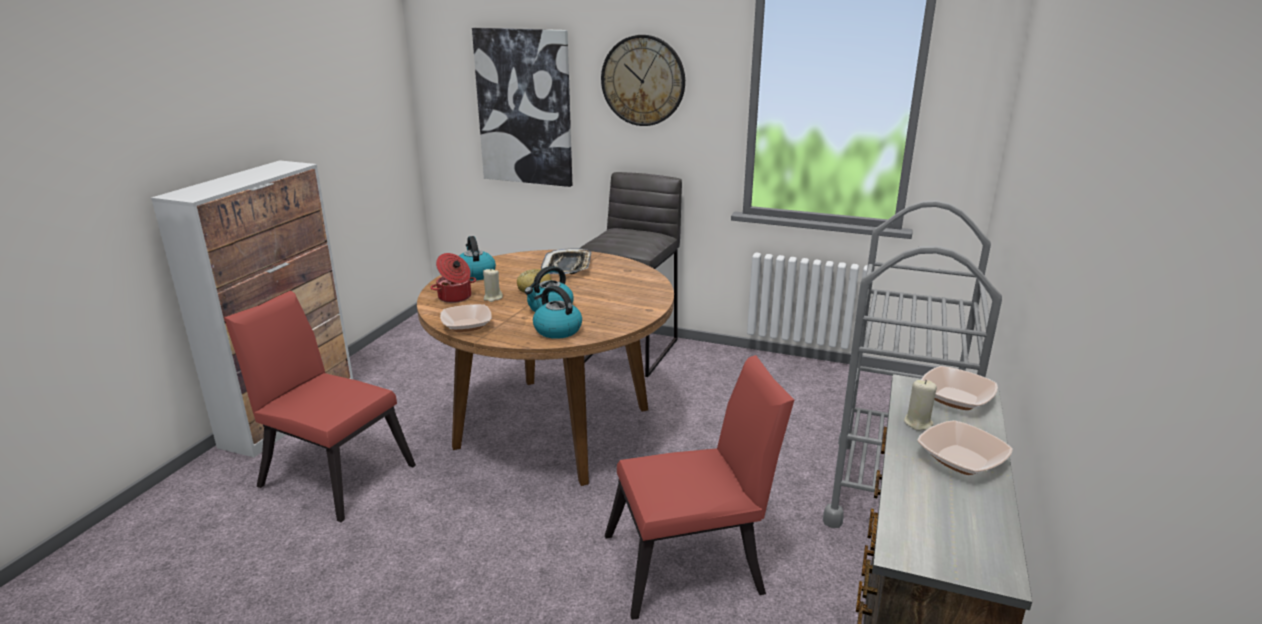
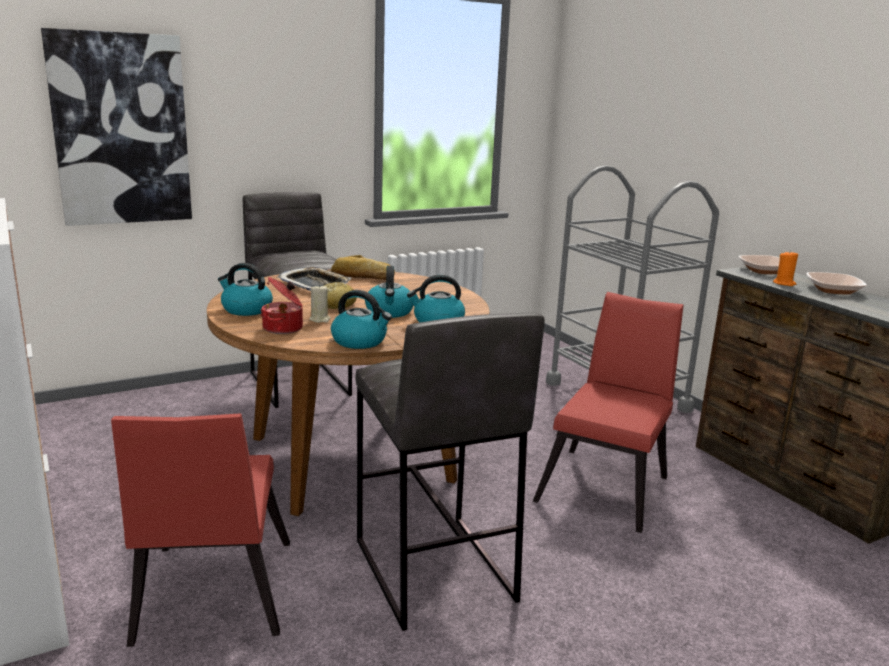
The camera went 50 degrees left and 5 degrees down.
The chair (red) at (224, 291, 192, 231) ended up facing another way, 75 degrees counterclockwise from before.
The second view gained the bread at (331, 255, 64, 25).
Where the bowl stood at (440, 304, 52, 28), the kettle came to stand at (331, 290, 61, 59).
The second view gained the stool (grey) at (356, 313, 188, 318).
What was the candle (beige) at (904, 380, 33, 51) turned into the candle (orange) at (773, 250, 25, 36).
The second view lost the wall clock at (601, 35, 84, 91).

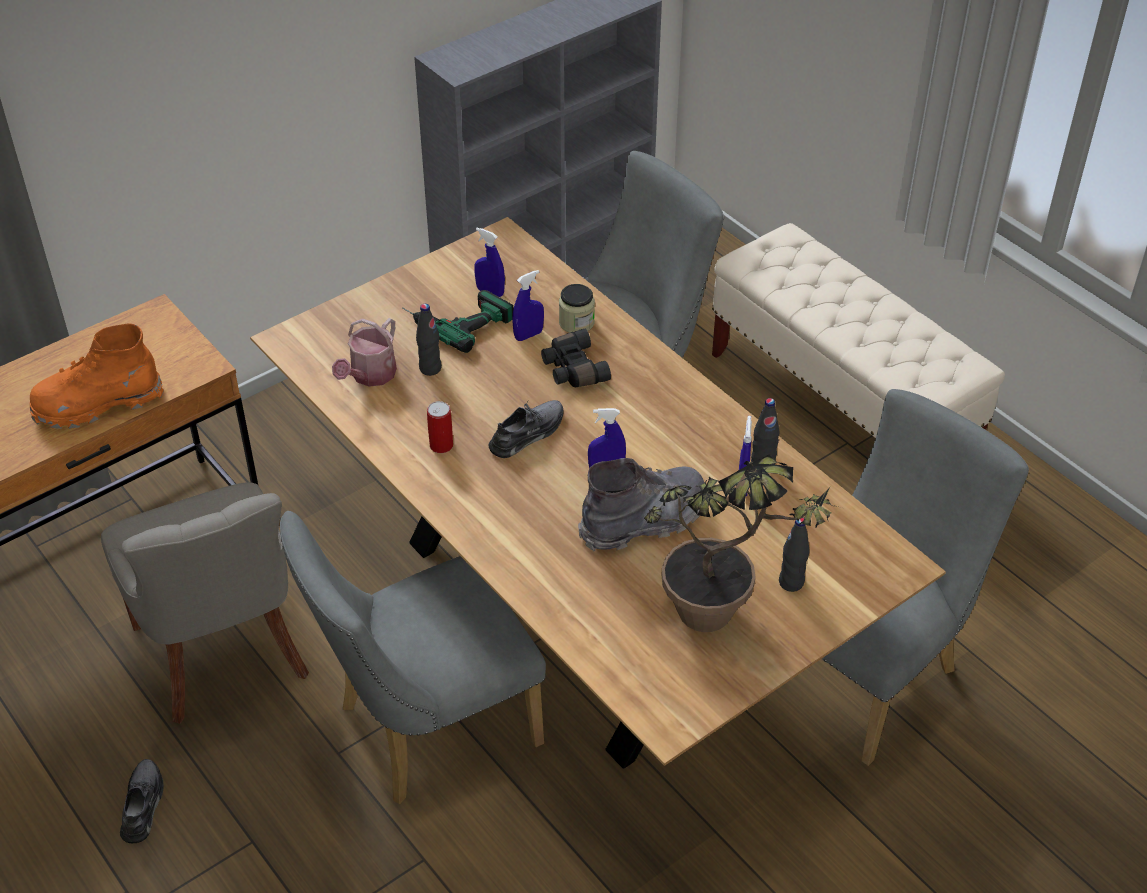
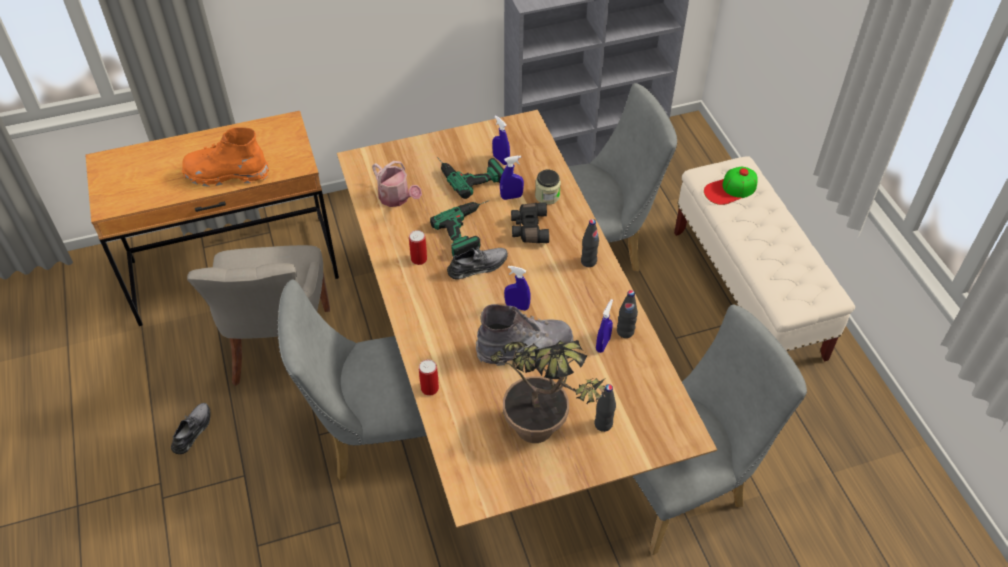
The camera went 20 degrees right and 5 degrees up.
The watering can at (332, 318, 65, 69) ended up facing another way, 90 degrees counterclockwise from before.
The second view gained the can at (419, 359, 20, 37).
The second view gained the power drill at (430, 201, 58, 55).
The bottle (black) ended up elsewhere, having gone from (416, 304, 26, 72) to (581, 219, 18, 48).
The second view gained the cap at (704, 167, 54, 38).

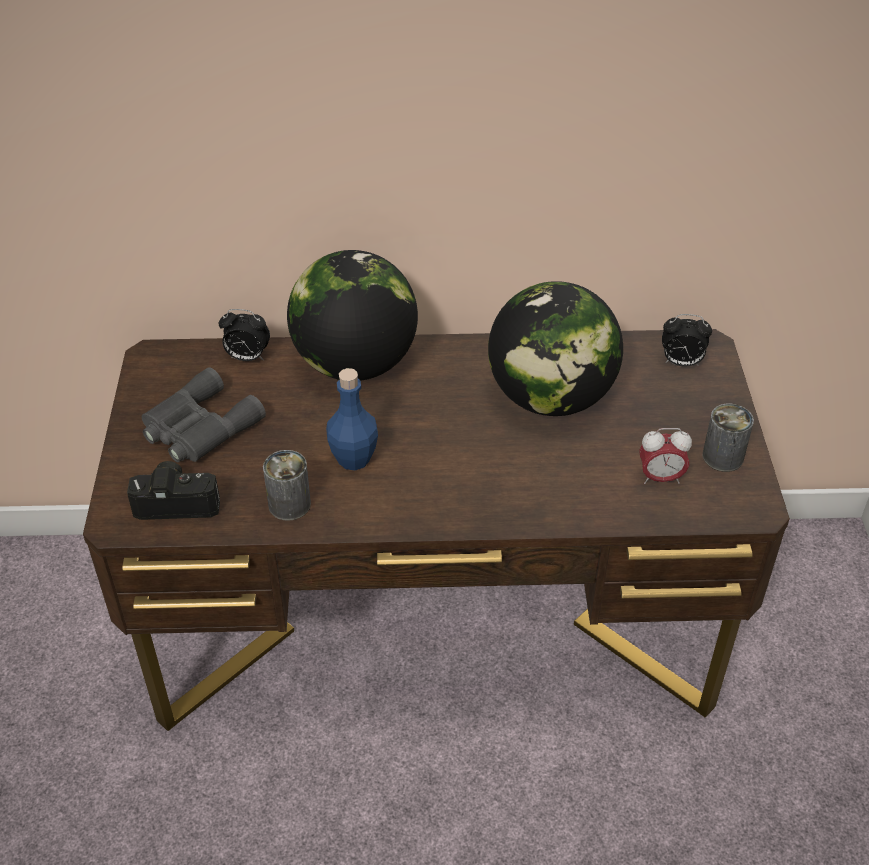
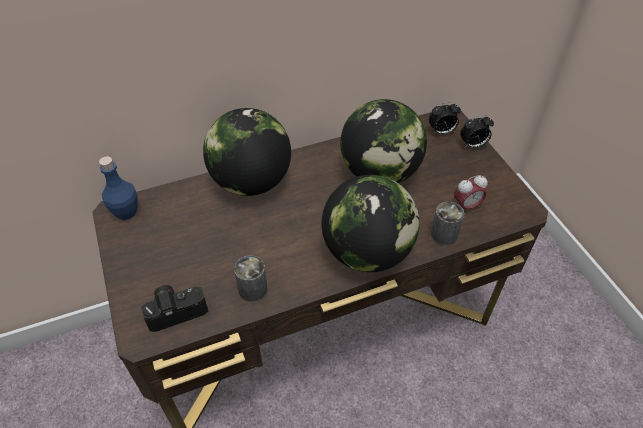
The camera went 20 degrees left and 5 degrees up.
The bottle (blue) ended up elsewhere, having gone from (326, 368, 52, 102) to (99, 156, 39, 64).
The second view gained the globe at (322, 175, 98, 97).
The can ended up elsewhere, having gone from (702, 404, 52, 68) to (431, 202, 33, 44).
The alarm clock ended up elsewhere, having gone from (219, 309, 51, 52) to (460, 115, 34, 33).
The second view lost the binoculars (grey) at (142, 367, 124, 95).

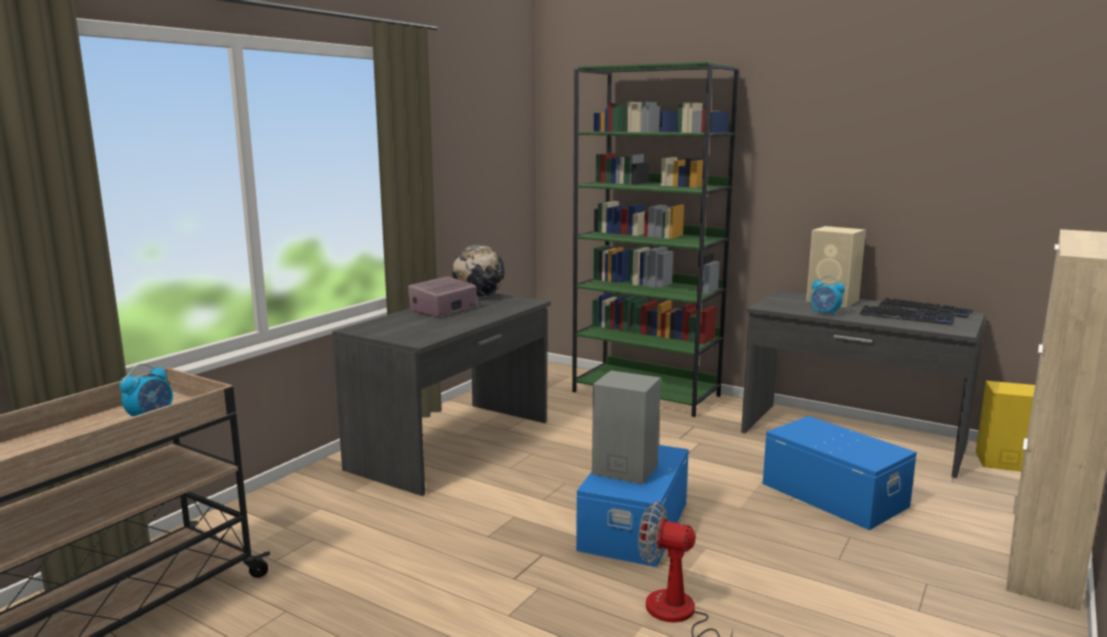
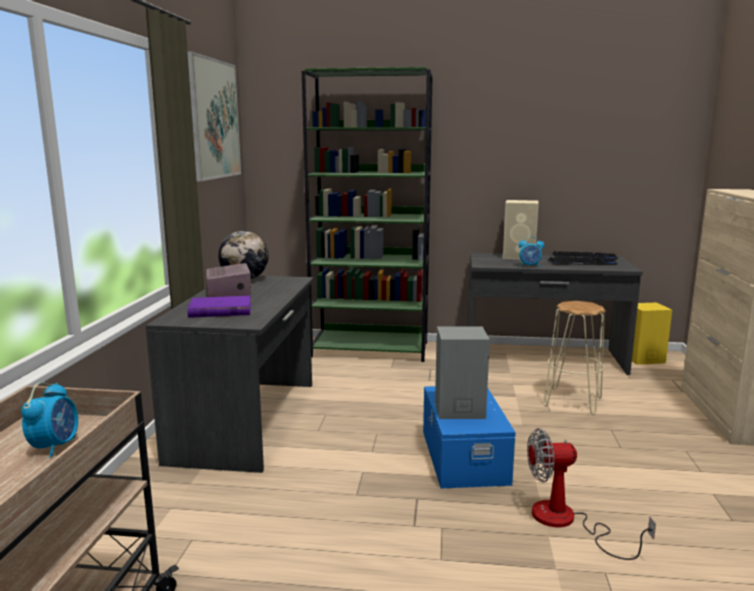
The camera went 25 degrees left and 0 degrees up.
The second view gained the picture at (187, 51, 54, 130).
The second view gained the book (purple) at (187, 296, 64, 22).
The radio at (408, 276, 69, 41) ended up facing another way, 150 degrees clockwise from before.
Where the storage box (blue) stood at (763, 416, 154, 114), the stool (beige) came to stand at (544, 301, 62, 114).

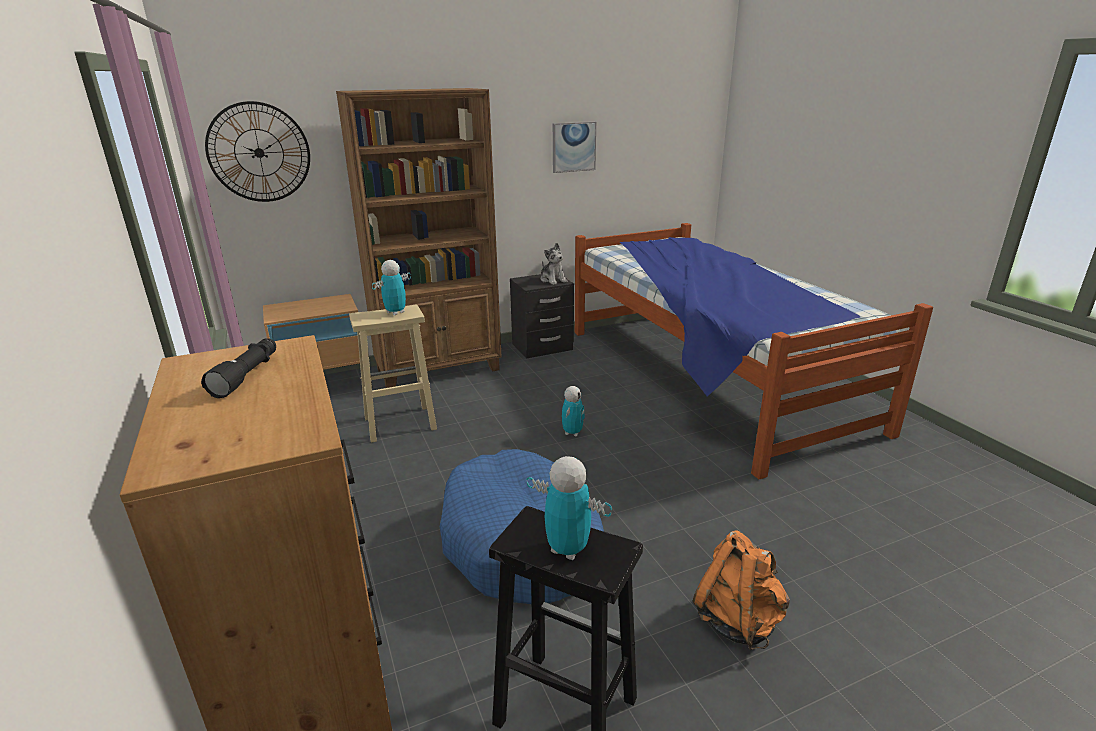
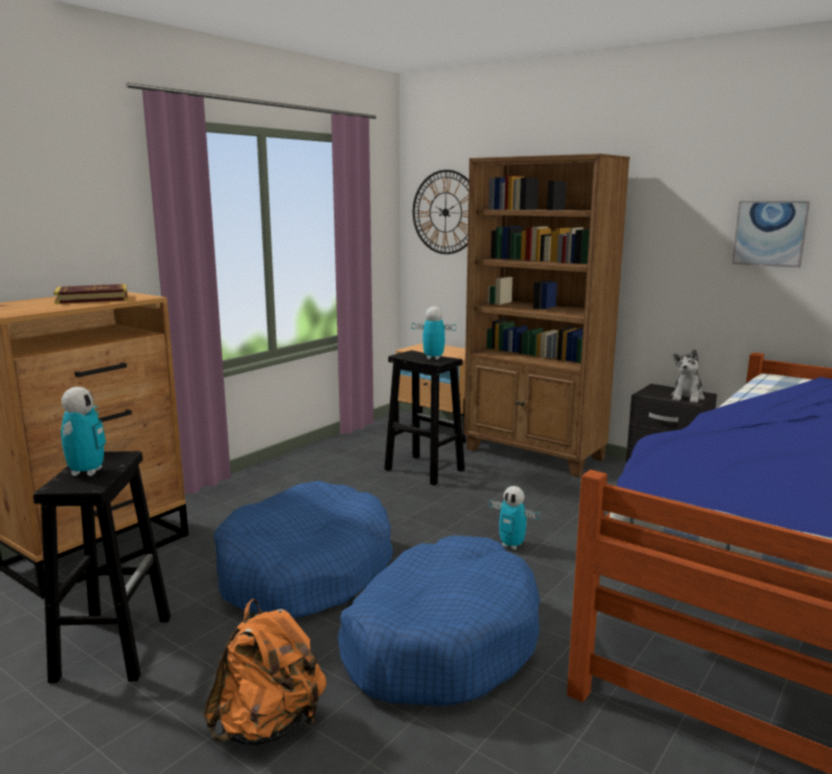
The camera went 60 degrees right and 10 degrees down.
Where the flashlight (black) stood at (201, 338, 75, 60), the book came to stand at (53, 284, 75, 20).
The second view gained the dog bed (blue) at (338, 536, 202, 170).
What was the stool (beige) at (349, 304, 88, 139) turned into the stool (black) at (384, 350, 81, 135).
The toy robot at (562, 386, 23, 50) ended up facing another way, 45 degrees clockwise from before.

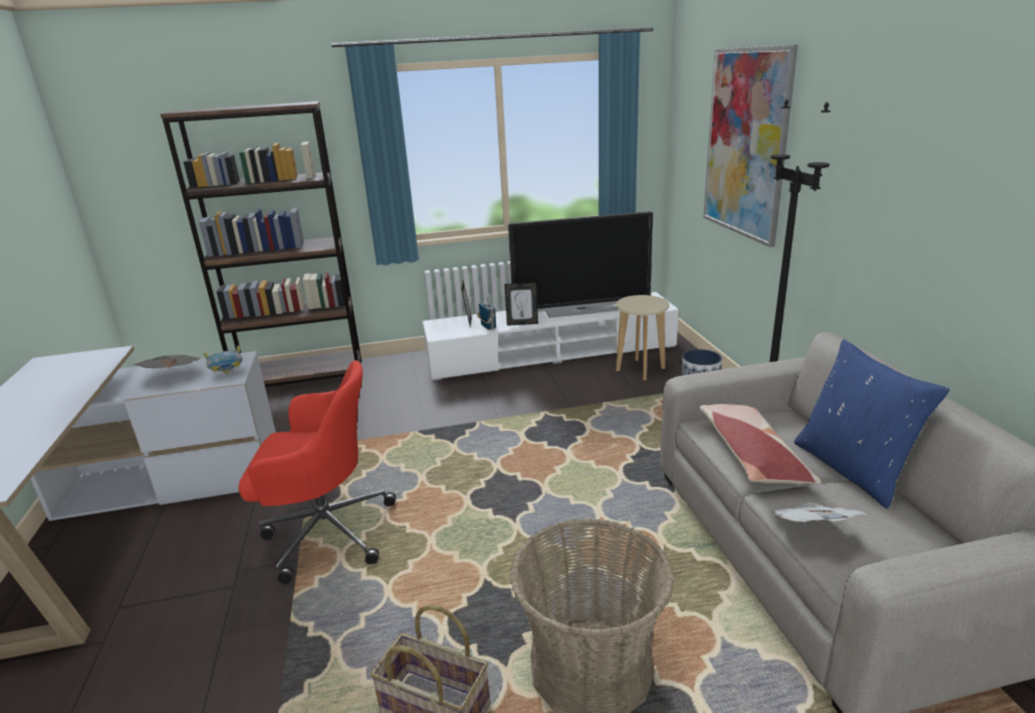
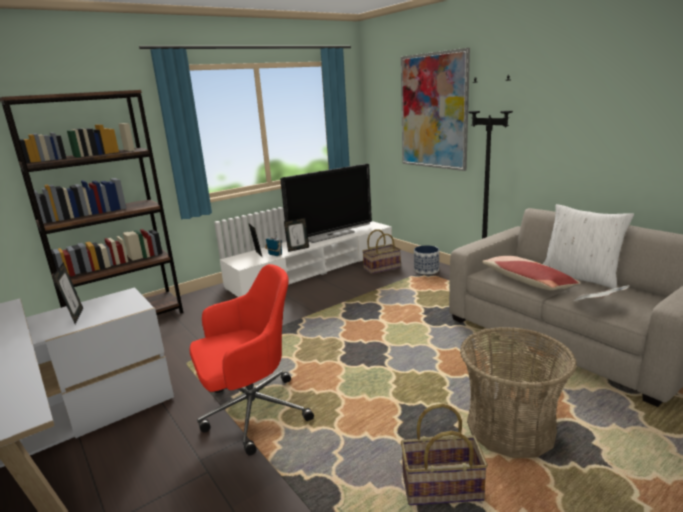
The camera went 25 degrees left and 5 degrees down.
Where the newspaper stood at (133, 355, 67, 13), the picture frame came to stand at (53, 262, 30, 62).
Where the stool (beige) stood at (616, 295, 53, 86), the basket came to stand at (362, 229, 39, 45).
What was the pillow (blue) at (794, 339, 156, 170) turned into the pillow (white) at (543, 204, 91, 85).
The second view lost the bowl at (204, 346, 39, 28).

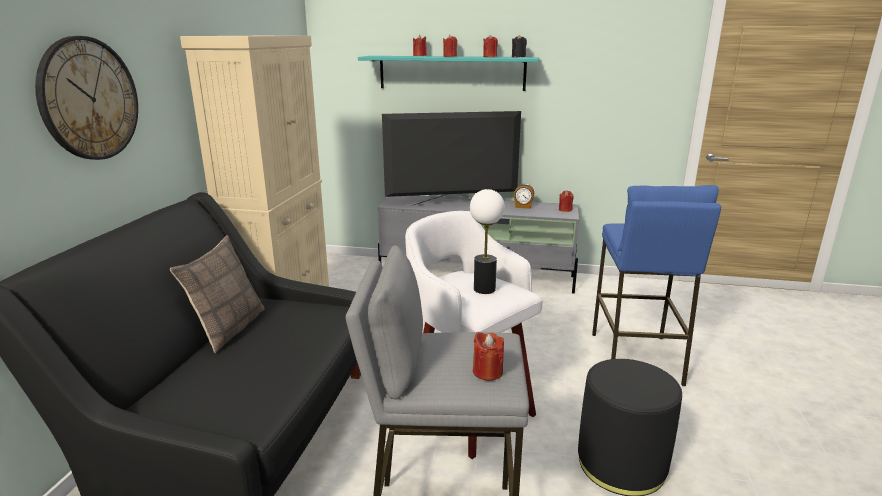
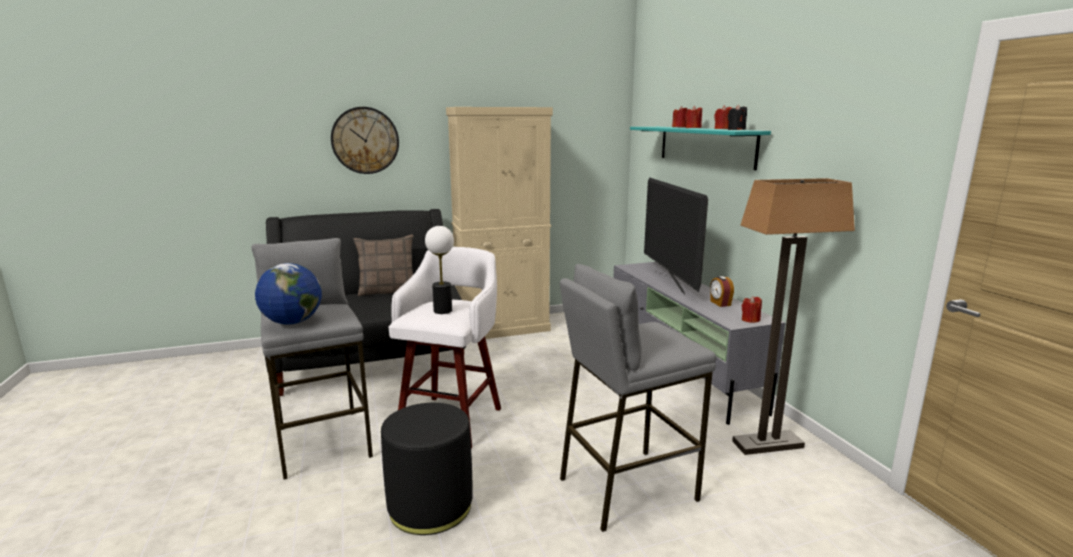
The camera went 60 degrees right and 5 degrees down.
Where the candle (red) stood at (473, 332, 31, 49), the globe came to stand at (255, 263, 67, 61).
What was the stool (blue) at (592, 185, 129, 201) turned into the stool (grey) at (560, 264, 156, 268).
The television at (382, 111, 139, 95) ended up facing another way, 150 degrees counterclockwise from before.
The second view gained the floor lamp at (732, 178, 123, 277).

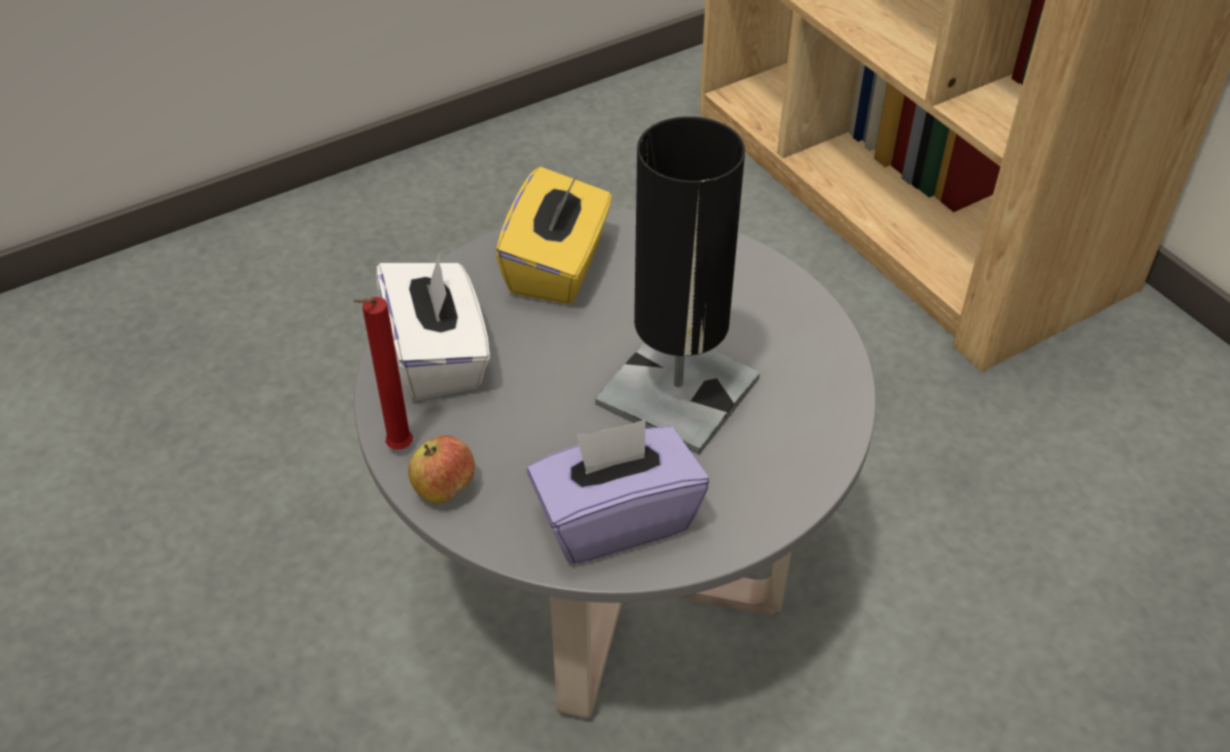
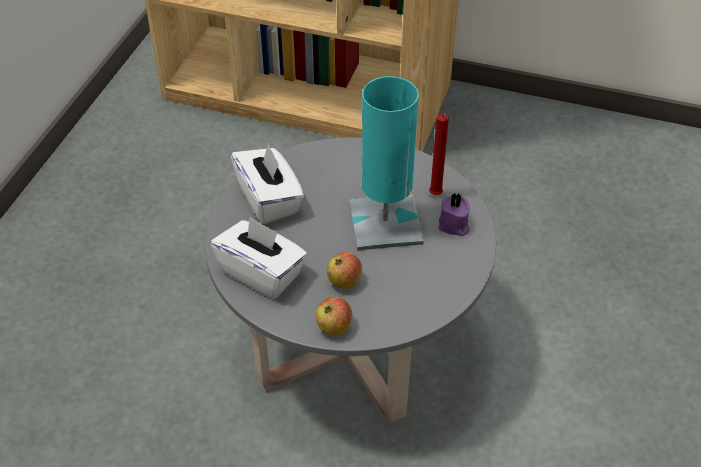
The camera went 40 degrees left and 0 degrees up.
What was the tissue box (yellow) at (495, 167, 117, 137) turned into the tissue box (white) at (231, 143, 73, 81).
The second view gained the apple at (327, 252, 35, 37).
What was the table lamp (black) at (595, 116, 165, 339) turned into the table lamp (turquoise) at (349, 76, 75, 175).
The candle (red) ended up elsewhere, having gone from (353, 297, 60, 152) to (429, 113, 20, 82).
The second view gained the candle (purple) at (439, 193, 31, 43).
The second view lost the tissue box (purple) at (527, 420, 182, 144).

